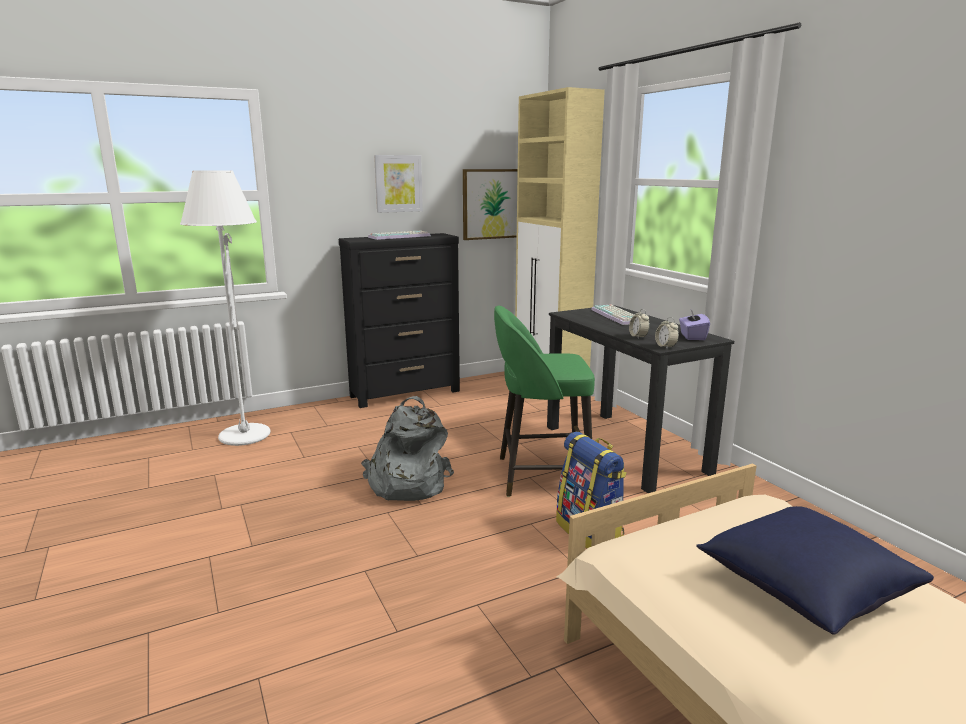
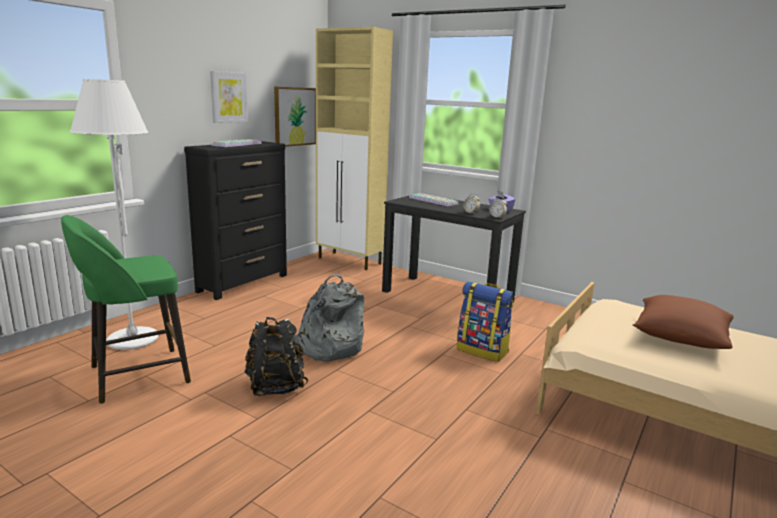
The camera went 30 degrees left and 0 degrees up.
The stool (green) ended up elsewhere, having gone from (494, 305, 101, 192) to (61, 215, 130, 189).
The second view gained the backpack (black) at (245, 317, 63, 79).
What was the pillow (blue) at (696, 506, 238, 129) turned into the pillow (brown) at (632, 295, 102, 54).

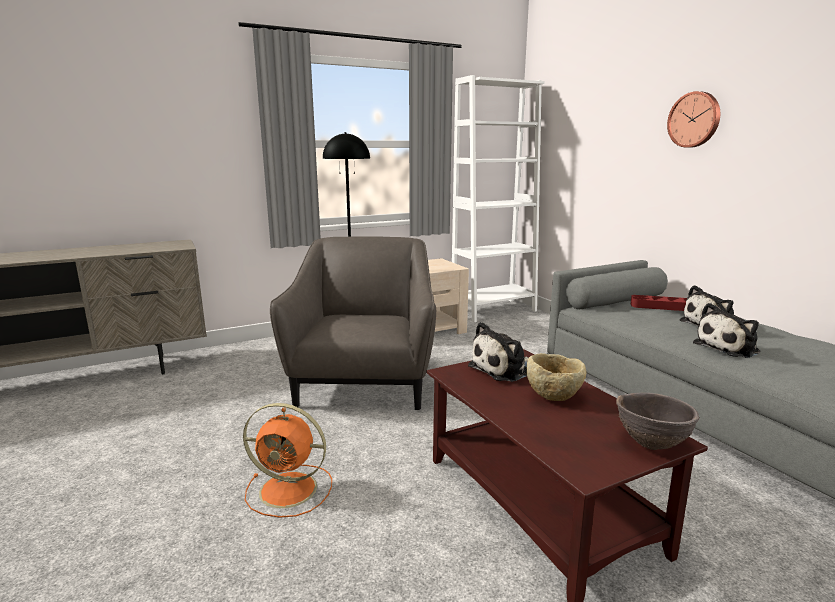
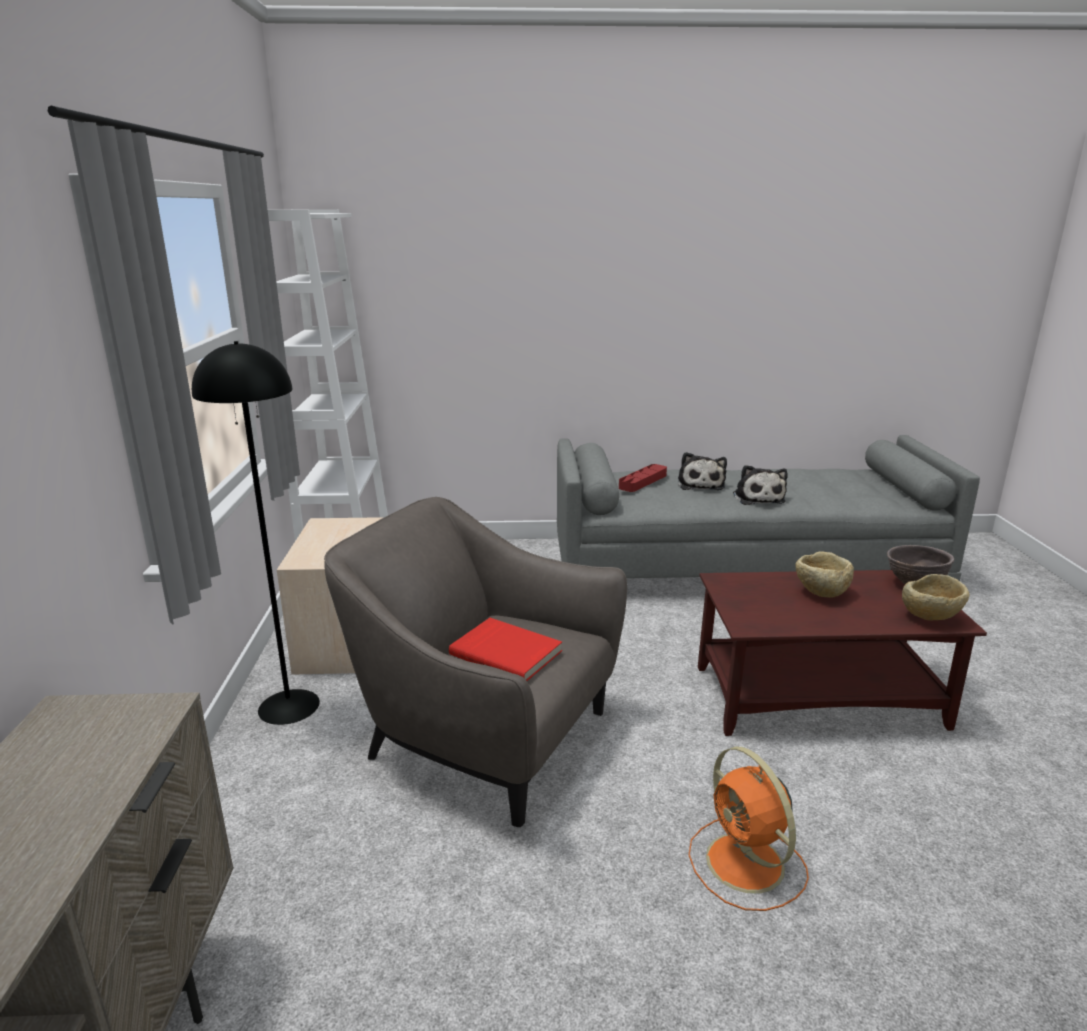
The camera went 65 degrees left and 5 degrees up.
The second view gained the book (red) at (449, 618, 113, 63).
The fan (orange) at (243, 403, 89, 115) ended up facing another way, 120 degrees clockwise from before.
The second view gained the bowl (beige) at (902, 574, 67, 46).
The second view lost the plush toy at (468, 322, 60, 60).
The second view lost the wall clock at (667, 91, 53, 57).

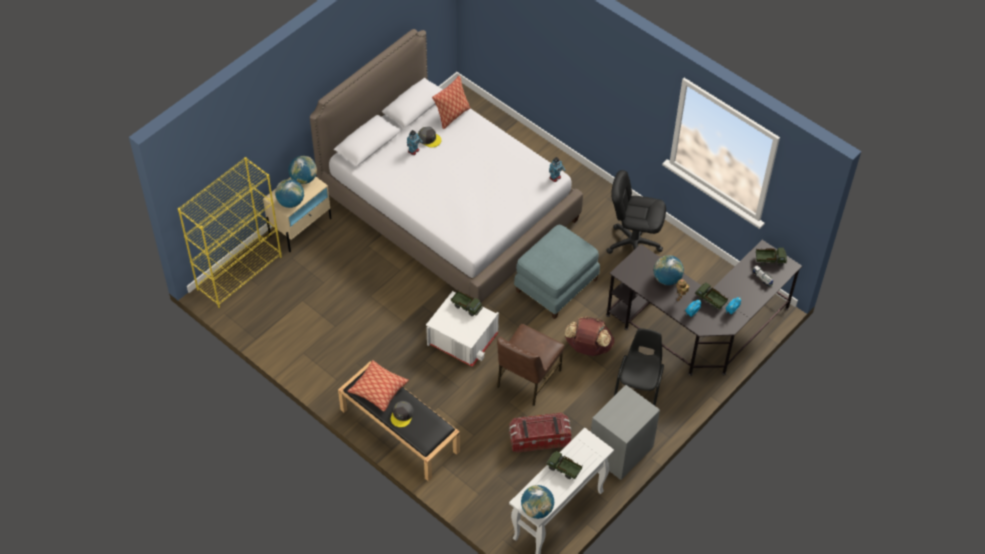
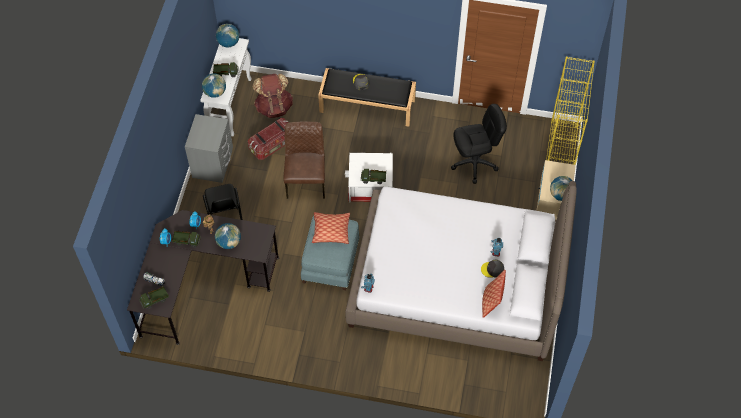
The camera went 150 degrees right and 5 degrees up.
The globe ended up elsewhere, having gone from (275, 179, 29, 29) to (202, 73, 24, 25).
The backpack (brown) ended up elsewhere, having gone from (565, 316, 50, 40) to (253, 74, 40, 44).
The pillow ended up elsewhere, having gone from (348, 360, 61, 51) to (312, 212, 38, 32).
The office chair (black) ended up elsewhere, having gone from (606, 170, 60, 84) to (451, 104, 56, 80).

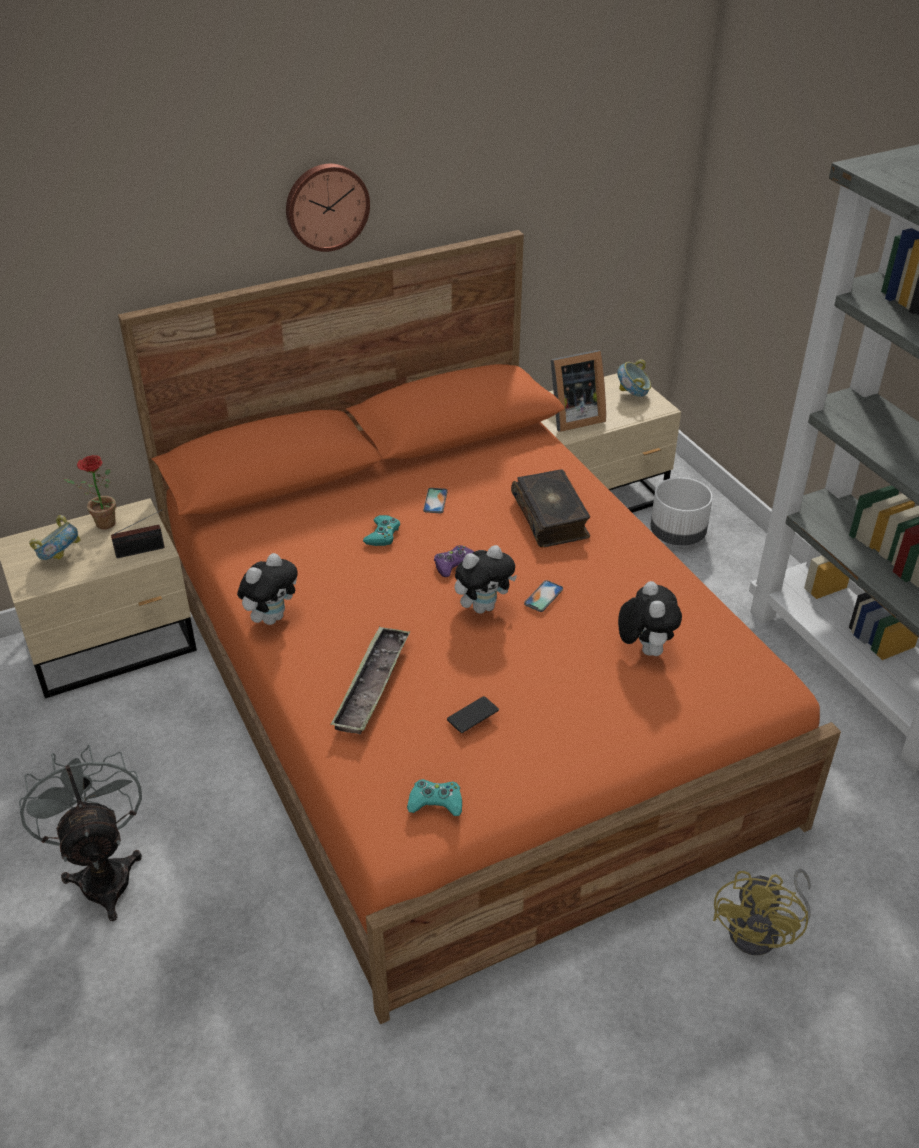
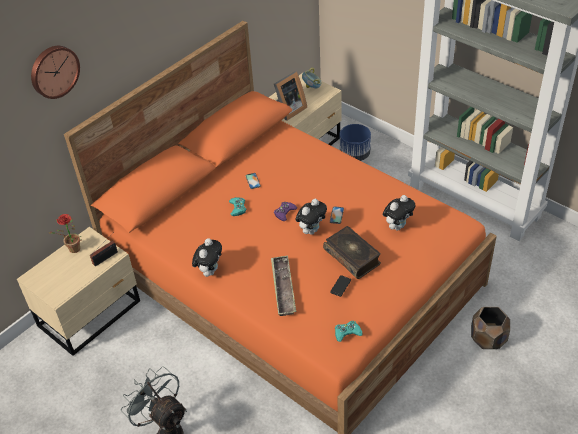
The camera went 20 degrees left and 5 degrees up.
The wall clock ended up elsewhere, having gone from (286, 164, 84, 88) to (31, 46, 49, 53).
The book ended up elsewhere, having gone from (511, 469, 79, 78) to (323, 226, 58, 53).
What was the planter (white) at (650, 477, 63, 69) turned into the planter (blue) at (340, 124, 31, 37).
The plush toy at (618, 581, 64, 75) ended up facing another way, 75 degrees clockwise from before.
Where the fan (yellow) stood at (713, 869, 98, 86), the planter (brown) came to stand at (471, 307, 39, 42).
The second view lost the bowl at (29, 515, 52, 45).

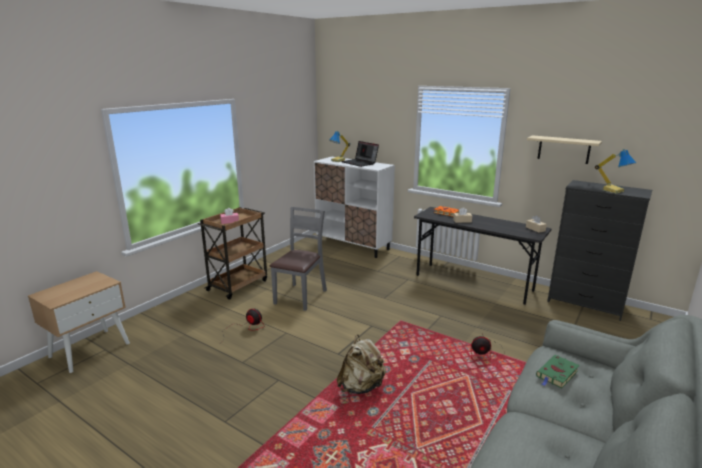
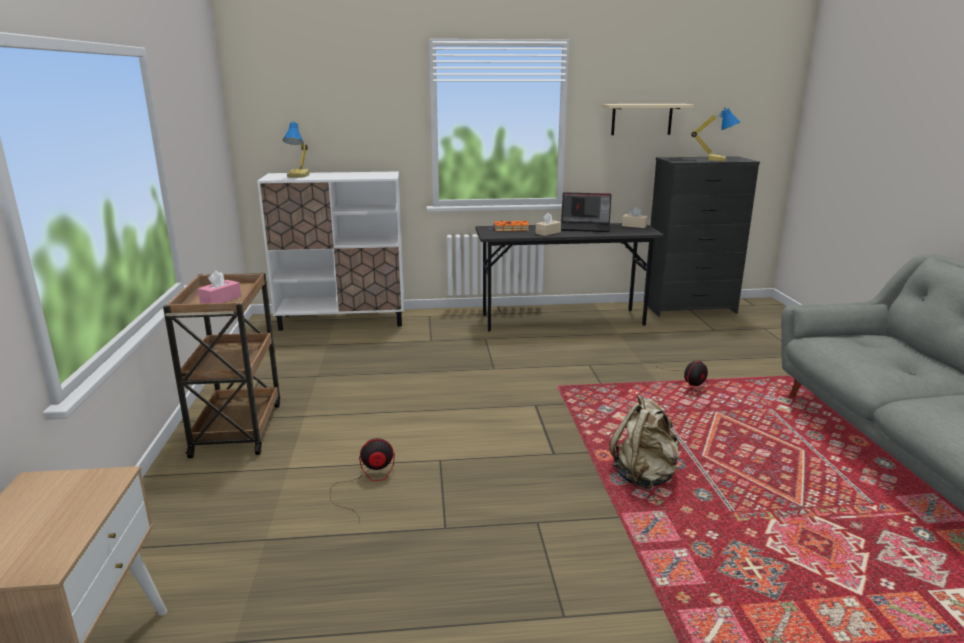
The camera went 40 degrees left and 0 degrees up.
The laptop ended up elsewhere, having gone from (342, 141, 37, 26) to (561, 192, 50, 40).
The second view lost the chair (grey) at (270, 207, 57, 104).
The second view lost the book (green) at (536, 355, 44, 33).

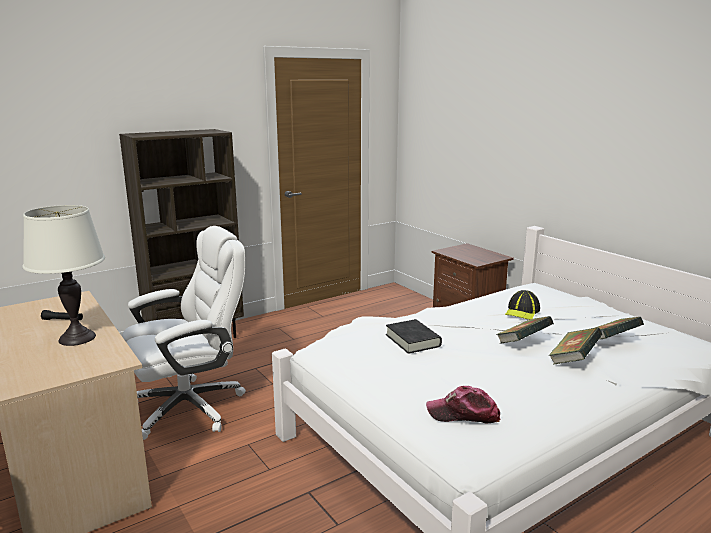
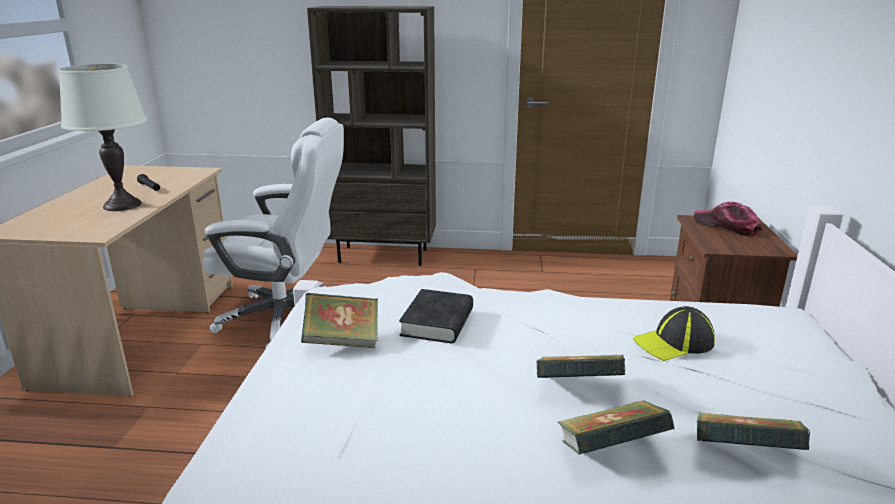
The camera went 40 degrees right and 5 degrees up.
The second view gained the book at (301, 293, 77, 55).
The cap ended up elsewhere, having gone from (426, 386, 74, 38) to (694, 202, 68, 35).

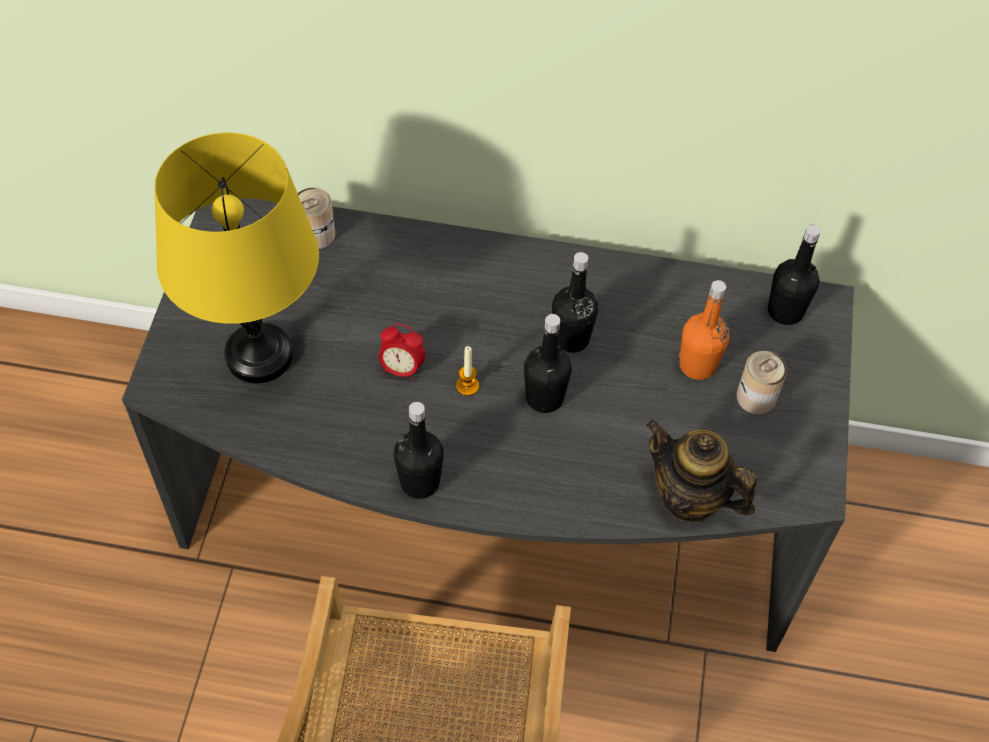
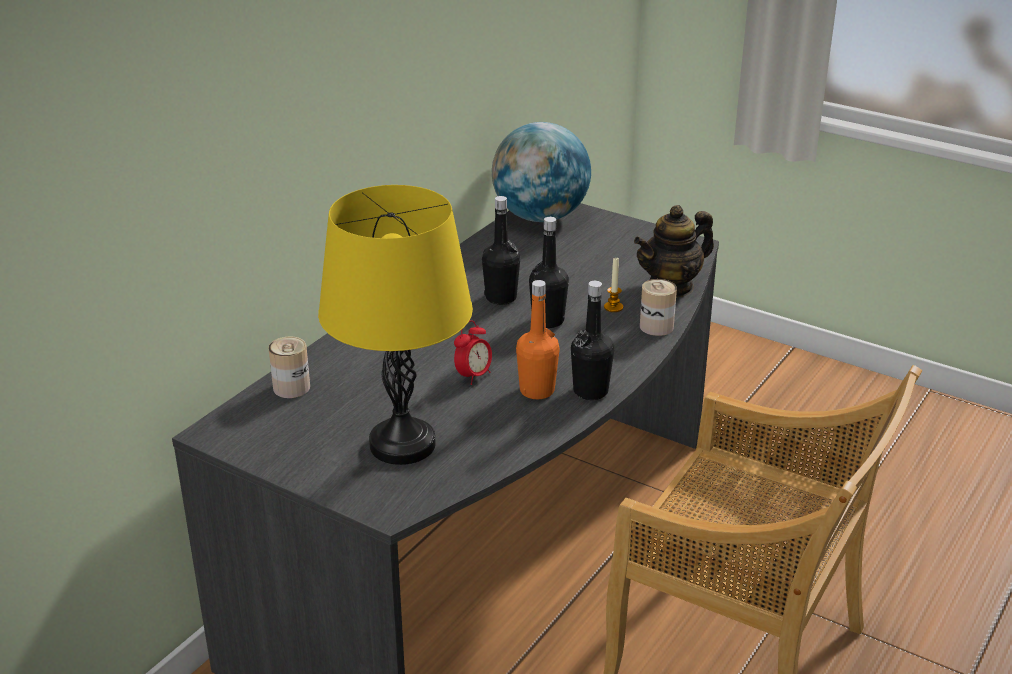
The camera went 65 degrees left and 25 degrees down.
Where the bottle (black) stood at (768, 224, 53, 101), the globe came to stand at (492, 122, 99, 100).
The bottle (orange) ended up elsewhere, having gone from (679, 280, 50, 100) to (516, 280, 44, 119).
The candle ended up elsewhere, having gone from (456, 346, 23, 50) to (604, 258, 19, 54).
The can ended up elsewhere, having gone from (736, 351, 51, 63) to (640, 279, 37, 57).

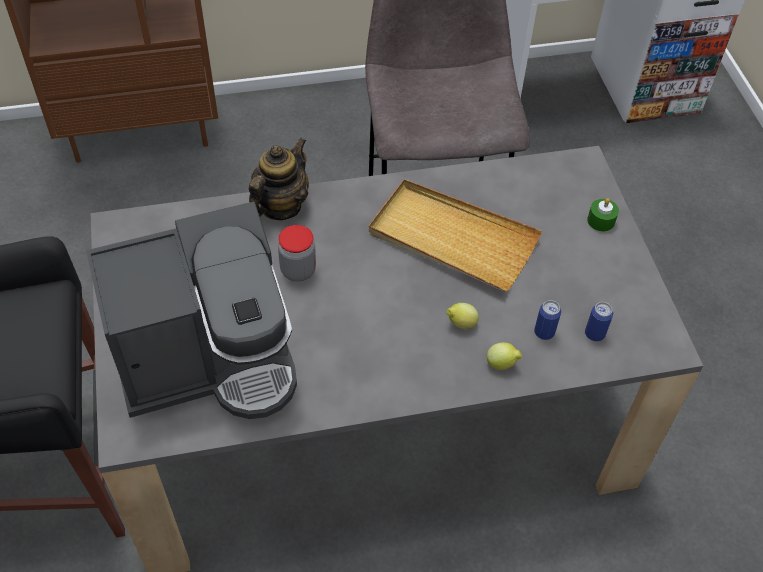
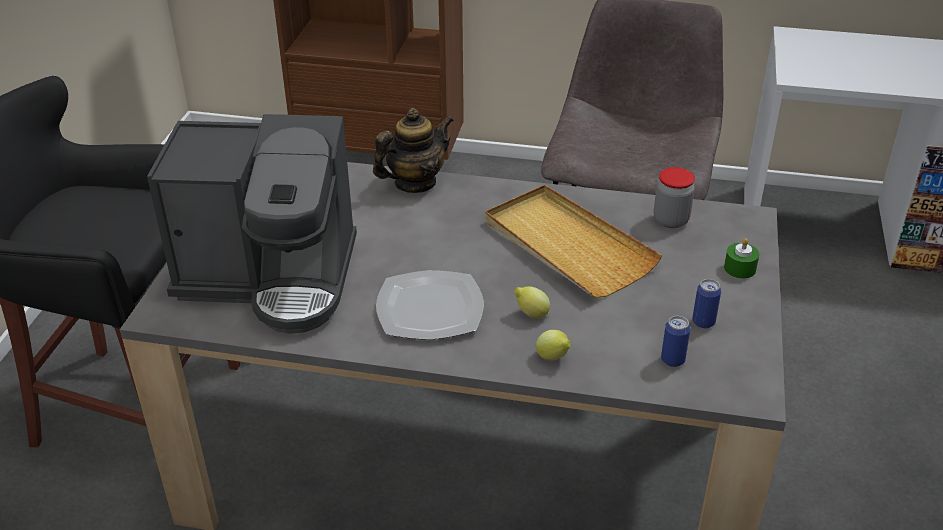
The camera went 25 degrees right and 15 degrees down.
The second view gained the plate at (376, 270, 108, 70).
The jar ended up elsewhere, having gone from (278, 225, 38, 57) to (654, 167, 41, 61).
The can ended up elsewhere, having gone from (534, 300, 27, 40) to (692, 279, 29, 49).

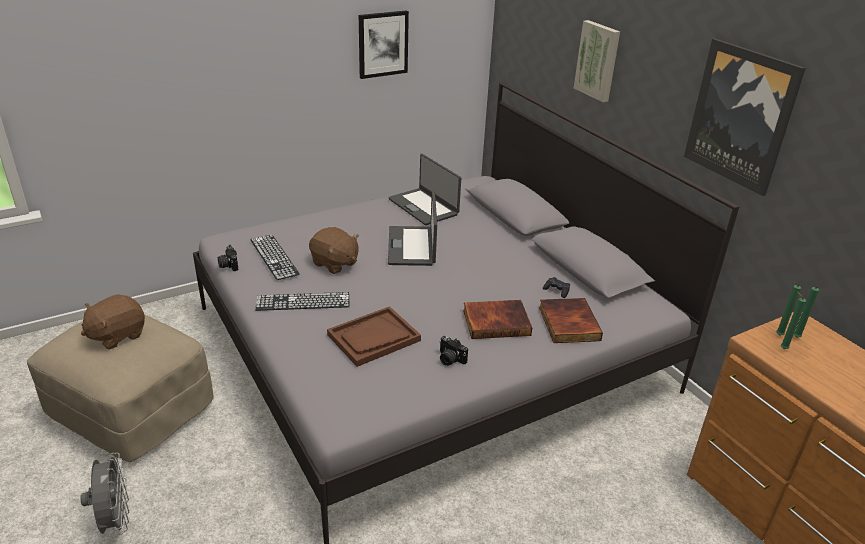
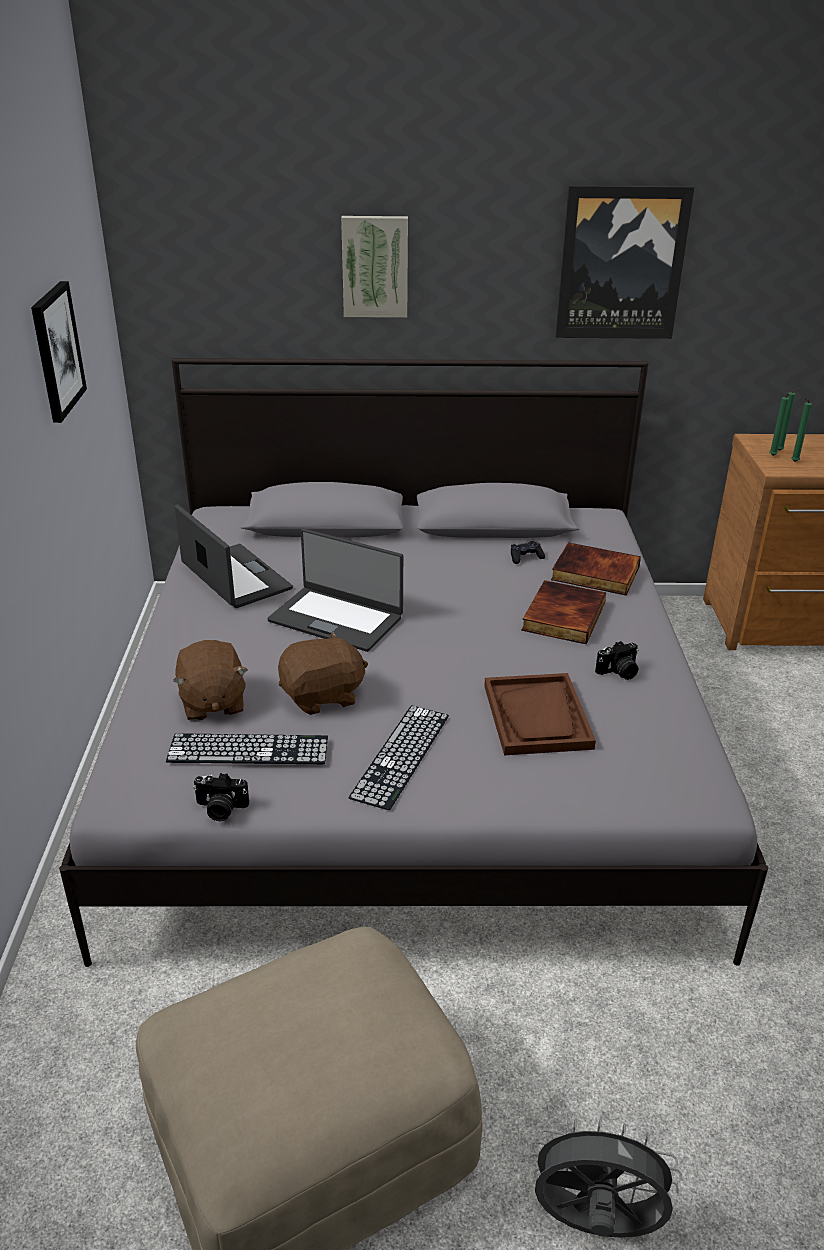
The camera went 60 degrees left and 0 degrees up.
The plush toy (brown) ended up elsewhere, having gone from (81, 294, 64, 56) to (173, 640, 75, 81).
The laptop at (388, 154, 73, 71) ended up facing another way, 120 degrees counterclockwise from before.

